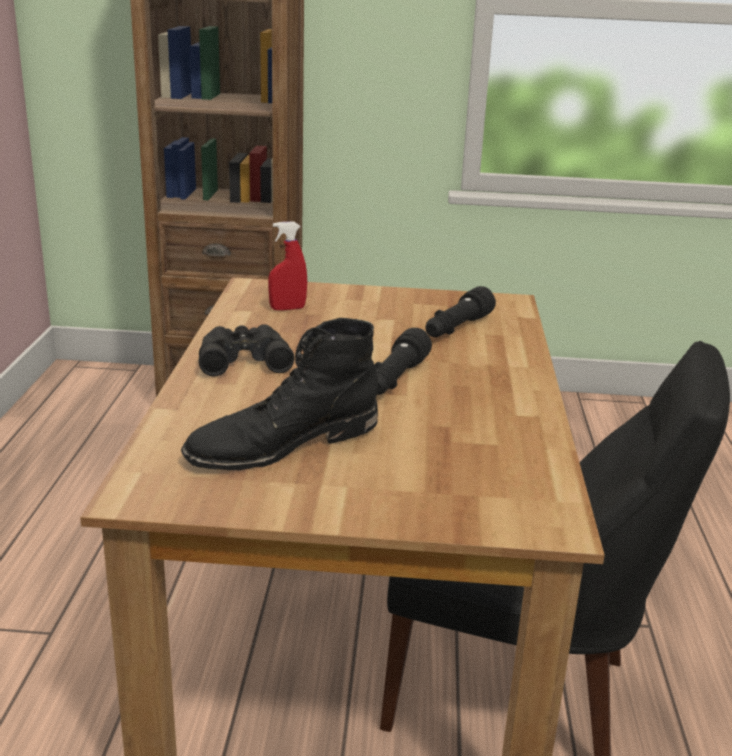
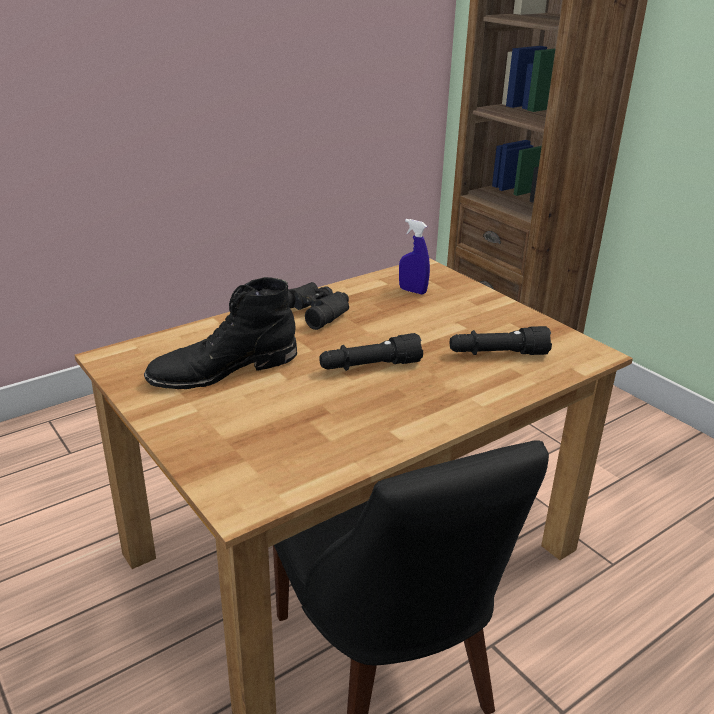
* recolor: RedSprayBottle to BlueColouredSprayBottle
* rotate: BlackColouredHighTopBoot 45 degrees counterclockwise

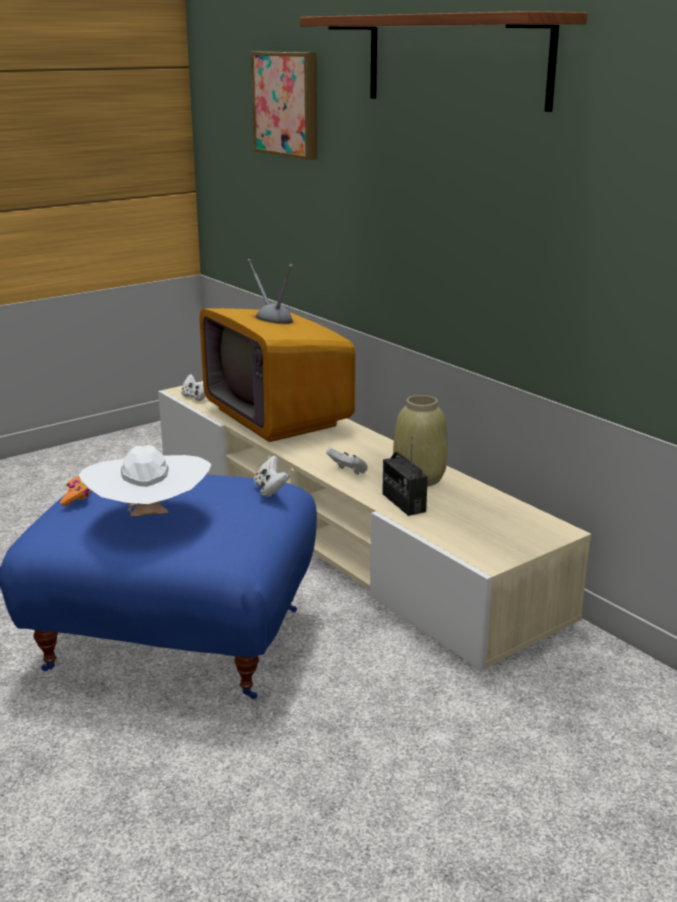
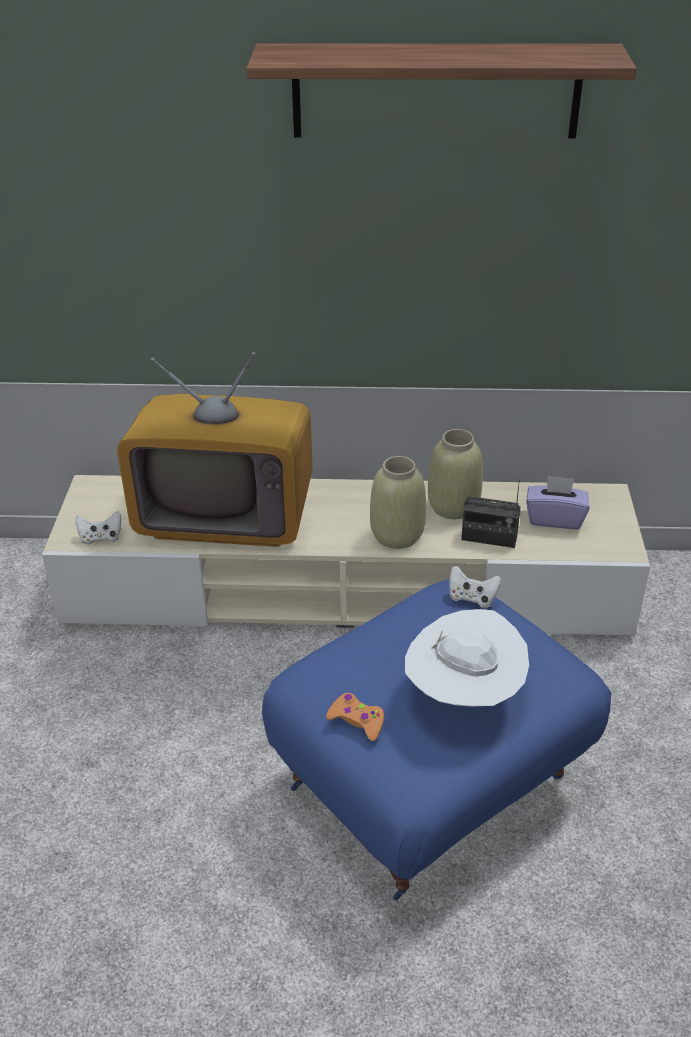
* delete: Picture
* insert: PurpleColouredTissueHolder
* replace: WhiteColouredGamepad (3rd from left) to BeigeDecorativeVase (1st from left)

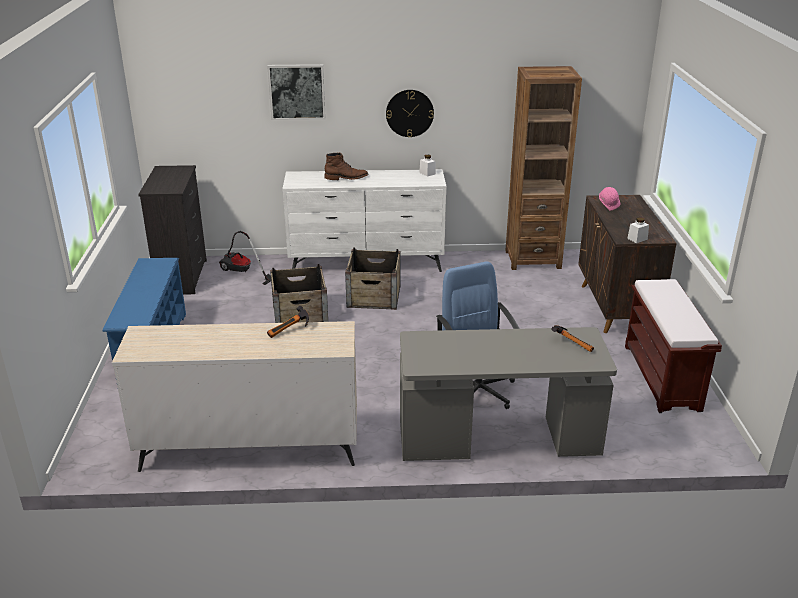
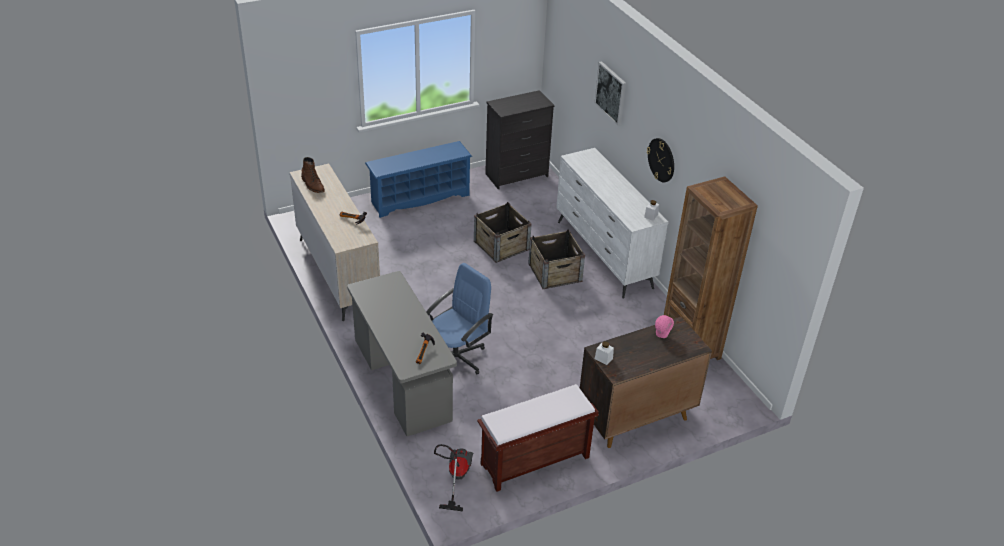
* move: Hoover
* move: BrownishHighTopBoot

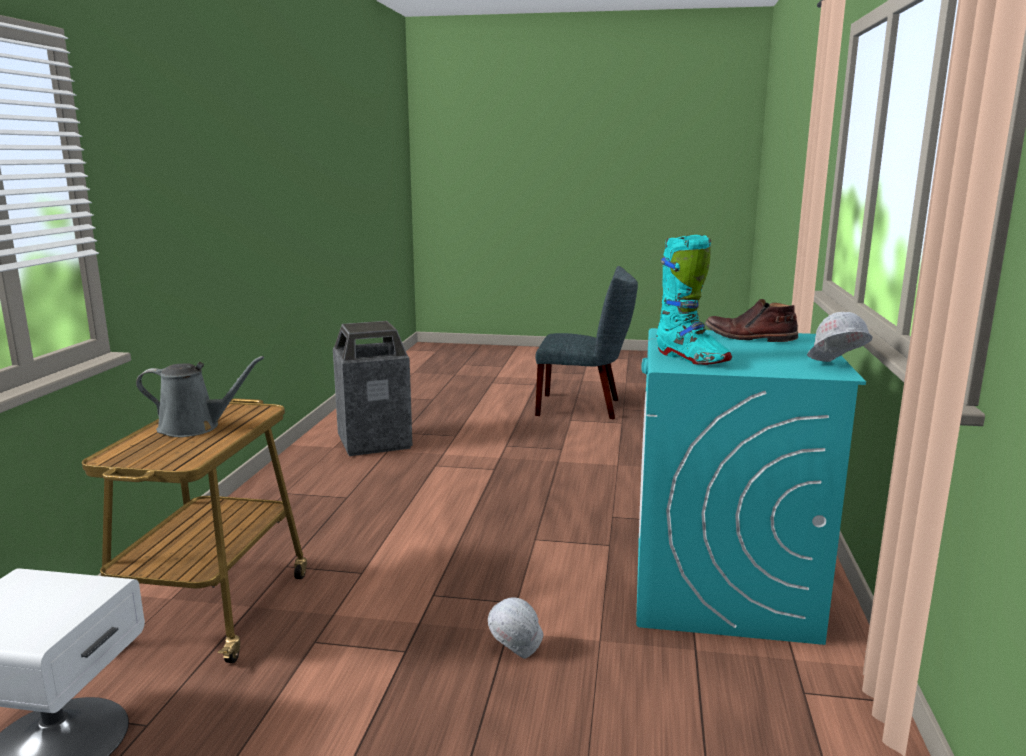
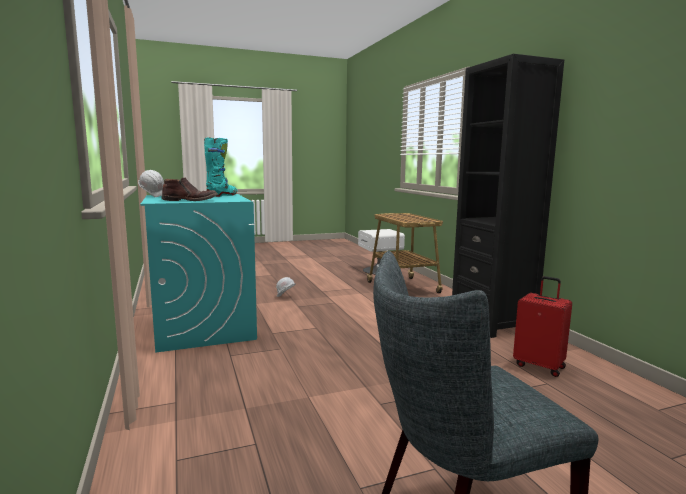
* delete: GreyWateringCan
* insert: BlackColouredBookcase
* replace: RubbishBin to RedSuitcase
* rotate: BlueGreenHighTopBoot 90 degrees clockwise

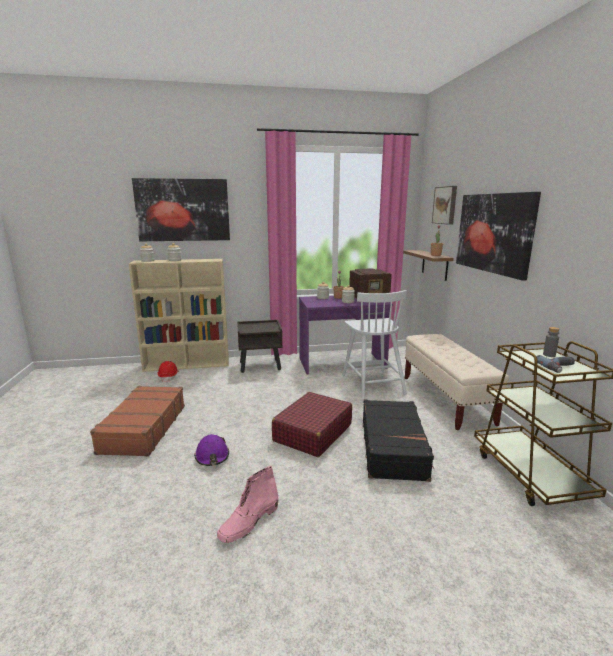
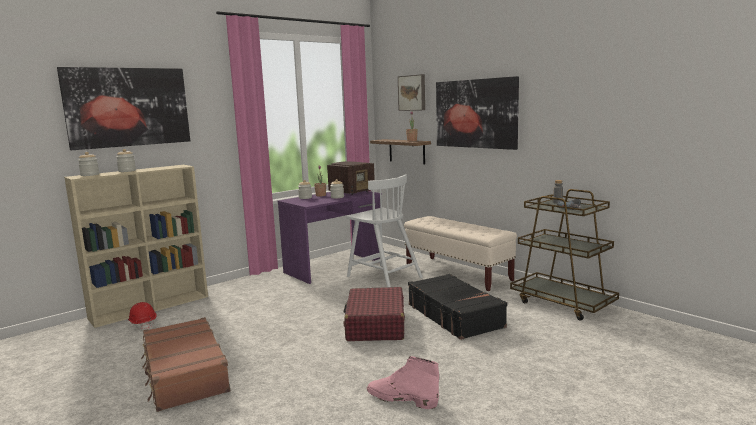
* delete: PurpleColouredWorkHelmet
* delete: BrownishBedsideTable
* rotate: PinkishHighTopBoot 105 degrees clockwise

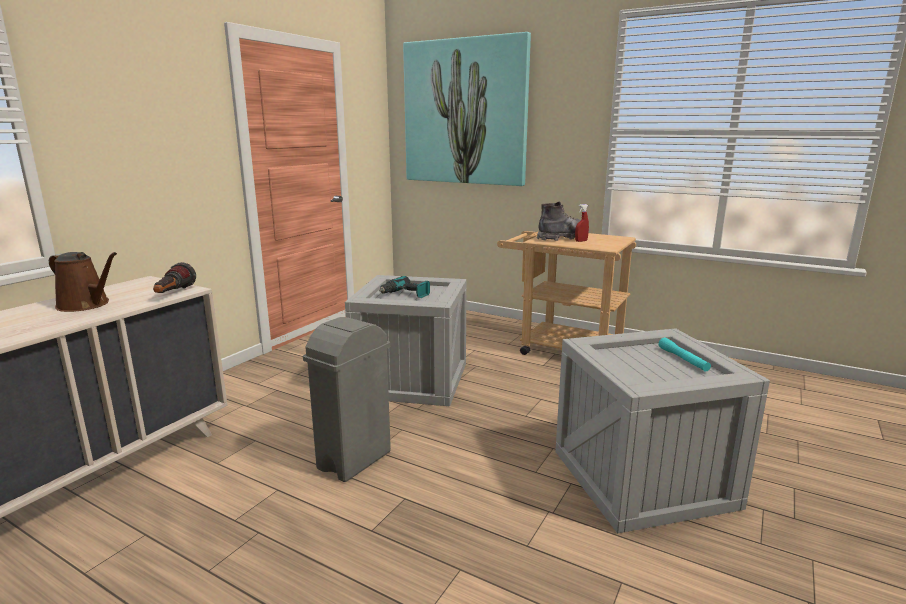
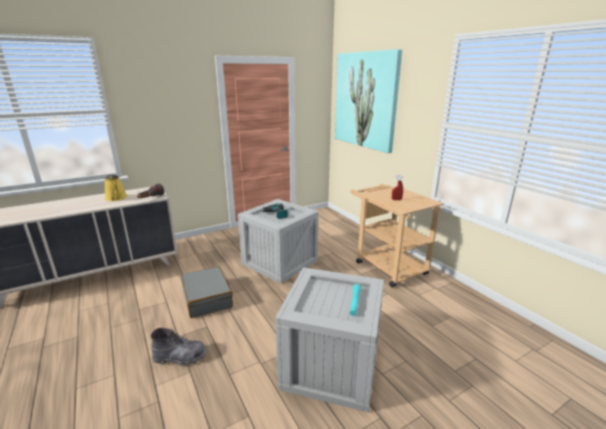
* move: GreyHighTopBoot
* replace: GreyRubbishBin to GreySuitcase
* recolor: BrownishWateringCan to YellowishWateringCan

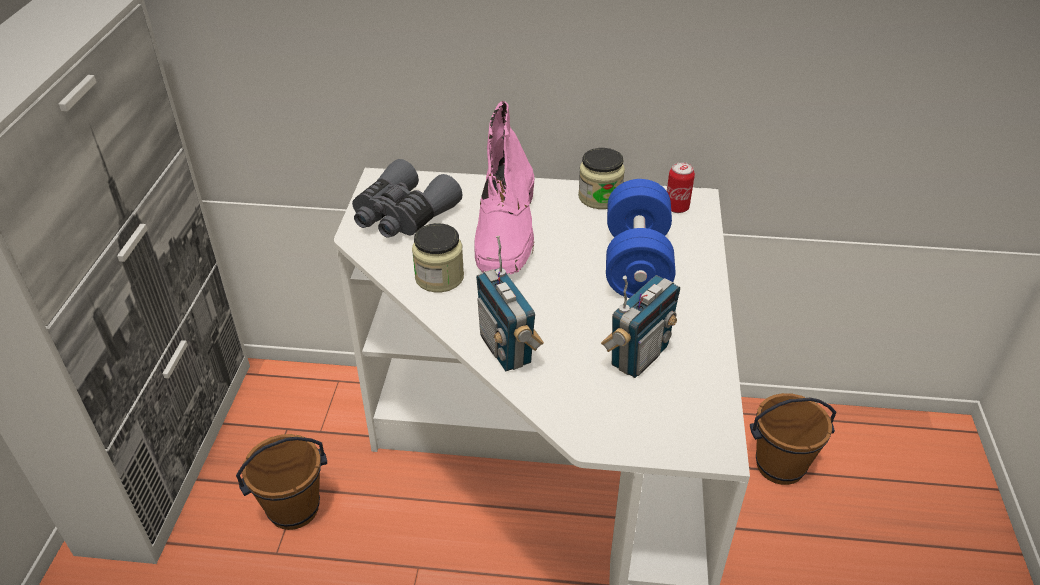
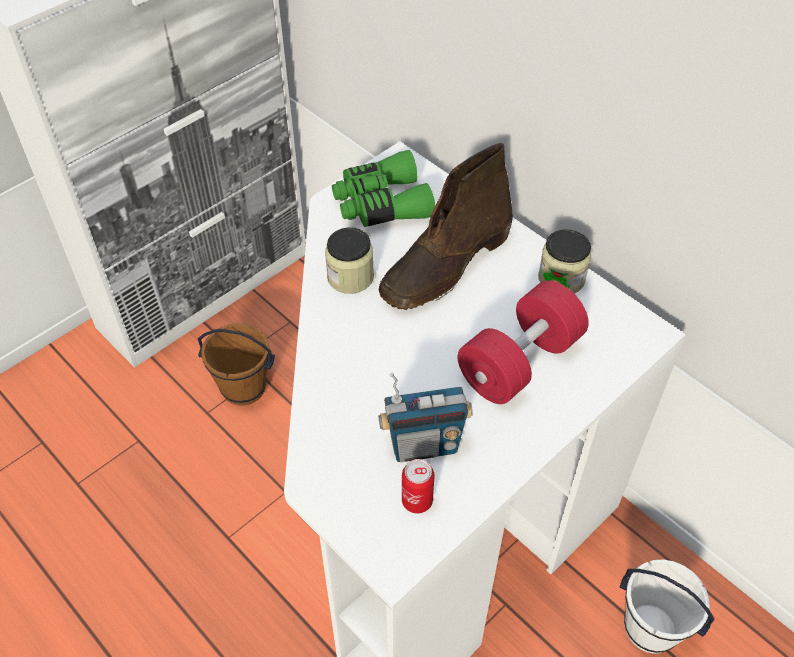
* delete: RadioSet (1st from left)
* move: MetalCan
* recolor: GreyFieldGlasses to GreenishFieldGlasses
* recolor: PinkishHighTopBoot to BrownishHighTopBoot
* recolor: BlueColouredFreeWeight to RedFreeWeight
* recolor: BrownishBucket (2nd from left) to WhiteColouredBucket

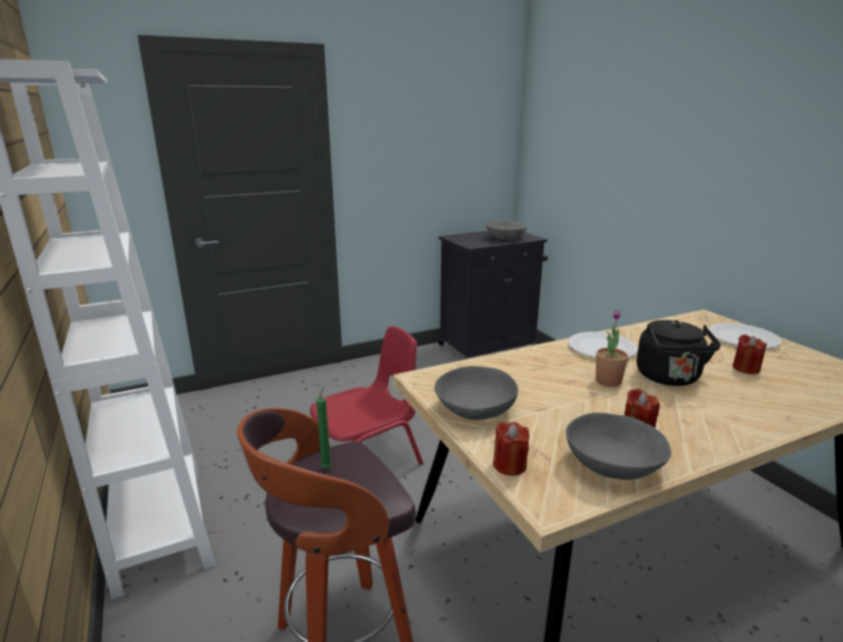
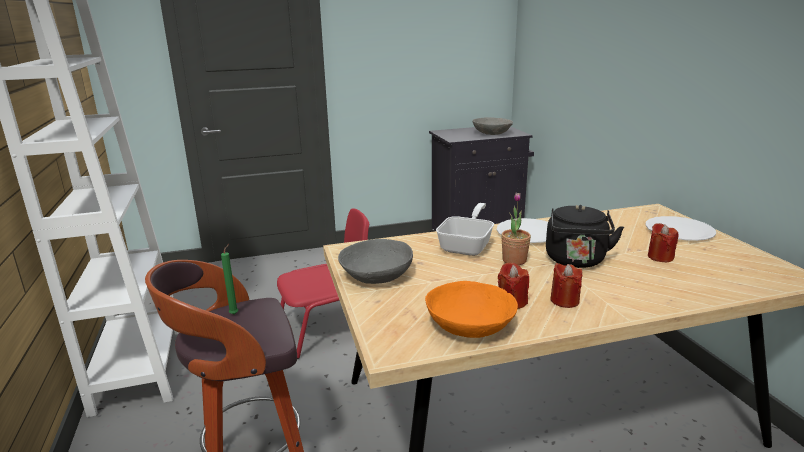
* insert: FryingPan
* move: RedWaxLight (1st from left in the first image) to RedWaxLight (2nd from left)
* recolor: GreyDeepDish (3rd from left) to OrangeyDeepDish

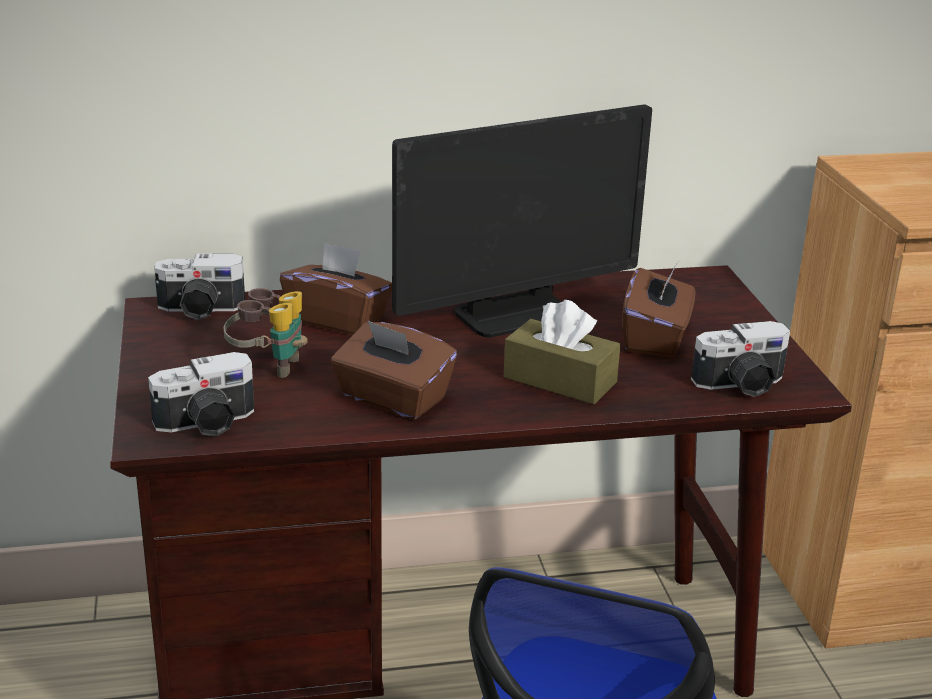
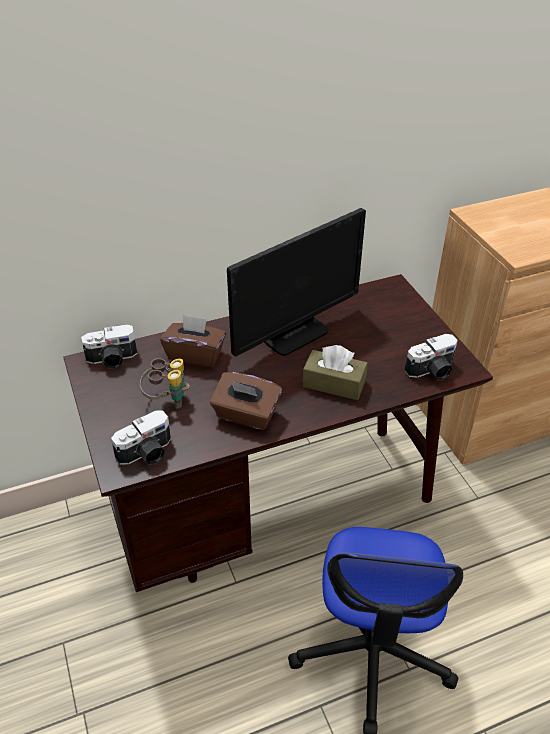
* delete: BrownishTissueHolder (4th from left)

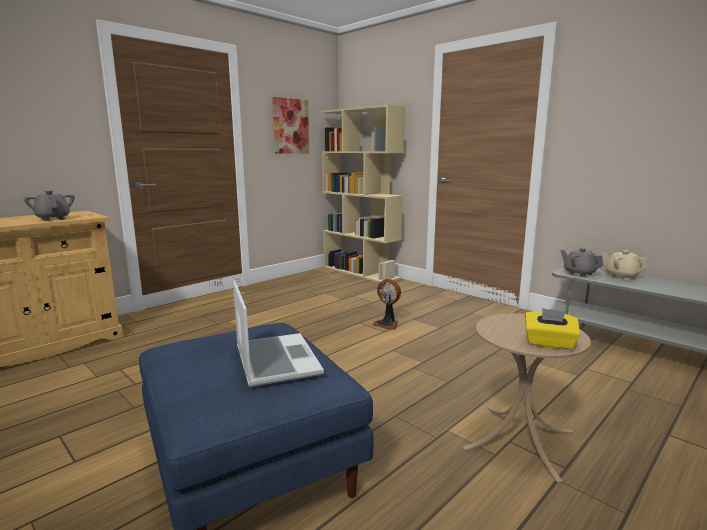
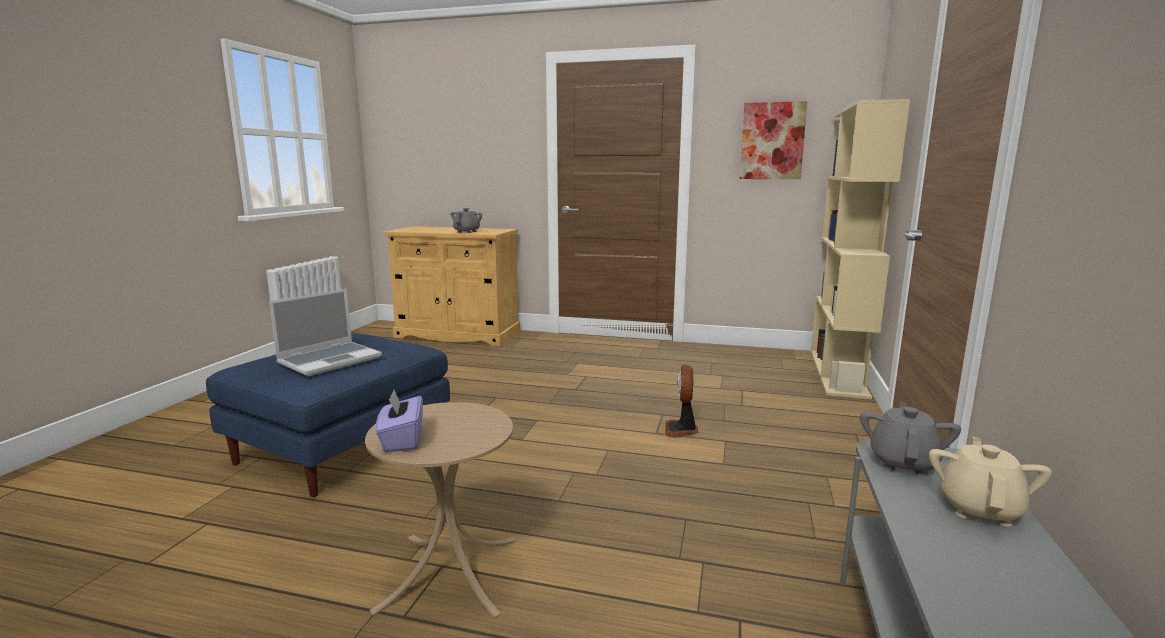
* recolor: YellowishTissueHolder to PurpleColouredTissueHolder

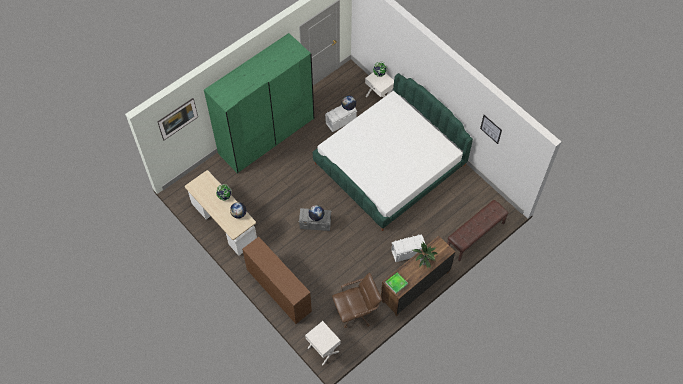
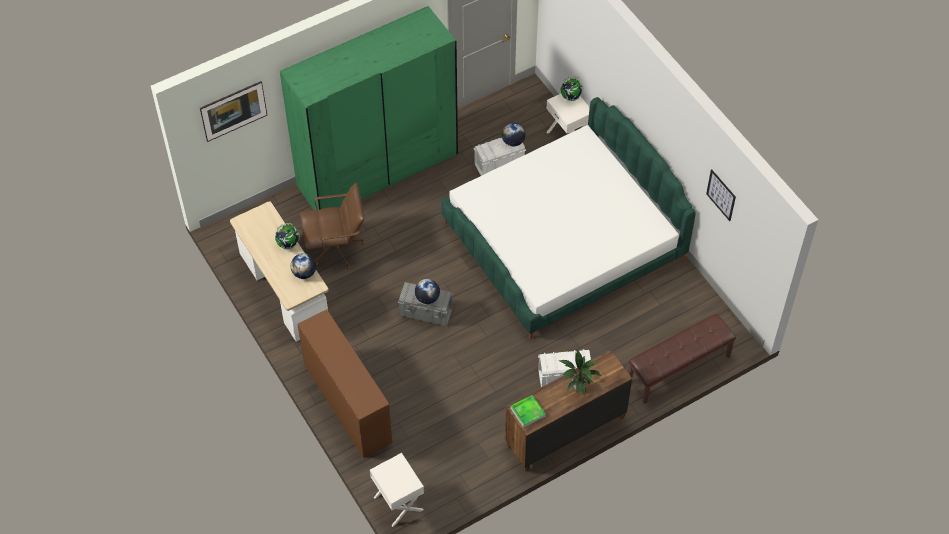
* move: BrownishOfficeChair

